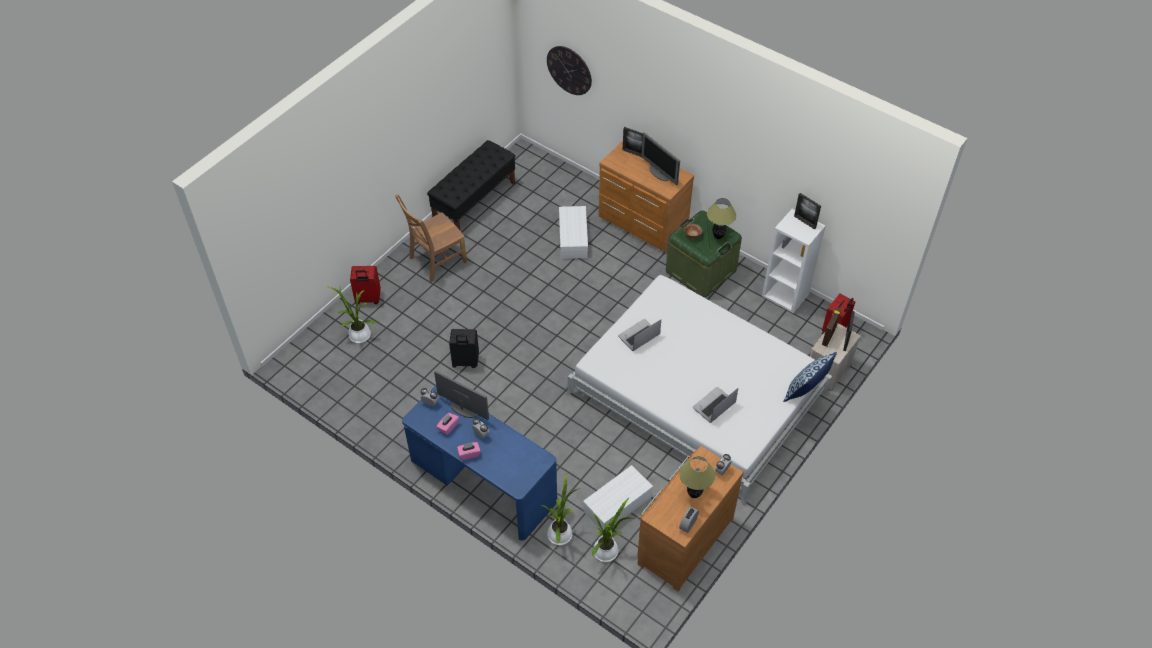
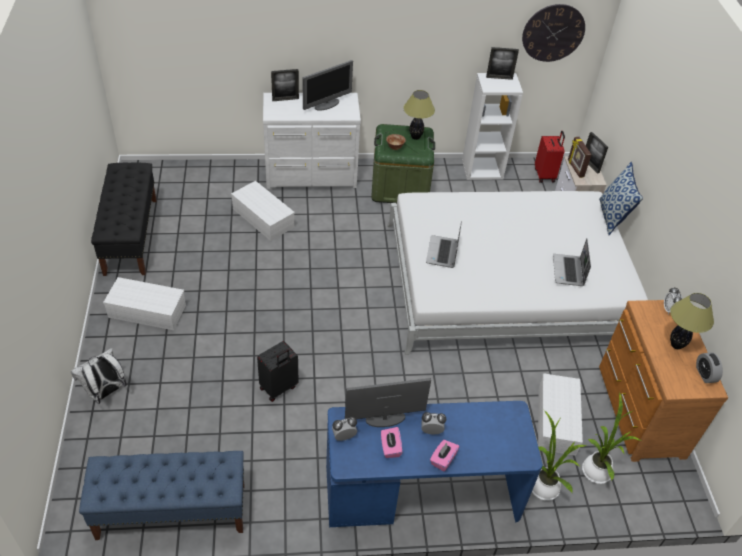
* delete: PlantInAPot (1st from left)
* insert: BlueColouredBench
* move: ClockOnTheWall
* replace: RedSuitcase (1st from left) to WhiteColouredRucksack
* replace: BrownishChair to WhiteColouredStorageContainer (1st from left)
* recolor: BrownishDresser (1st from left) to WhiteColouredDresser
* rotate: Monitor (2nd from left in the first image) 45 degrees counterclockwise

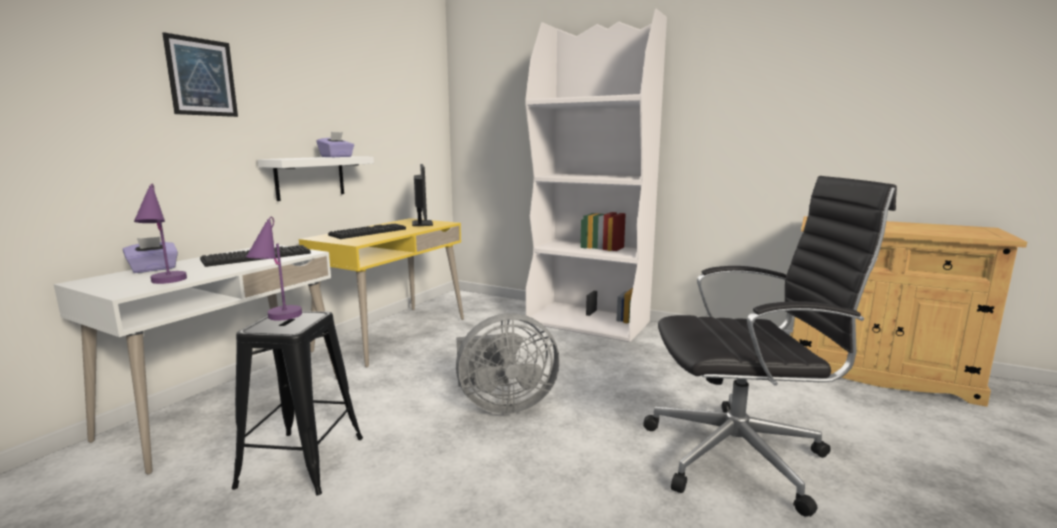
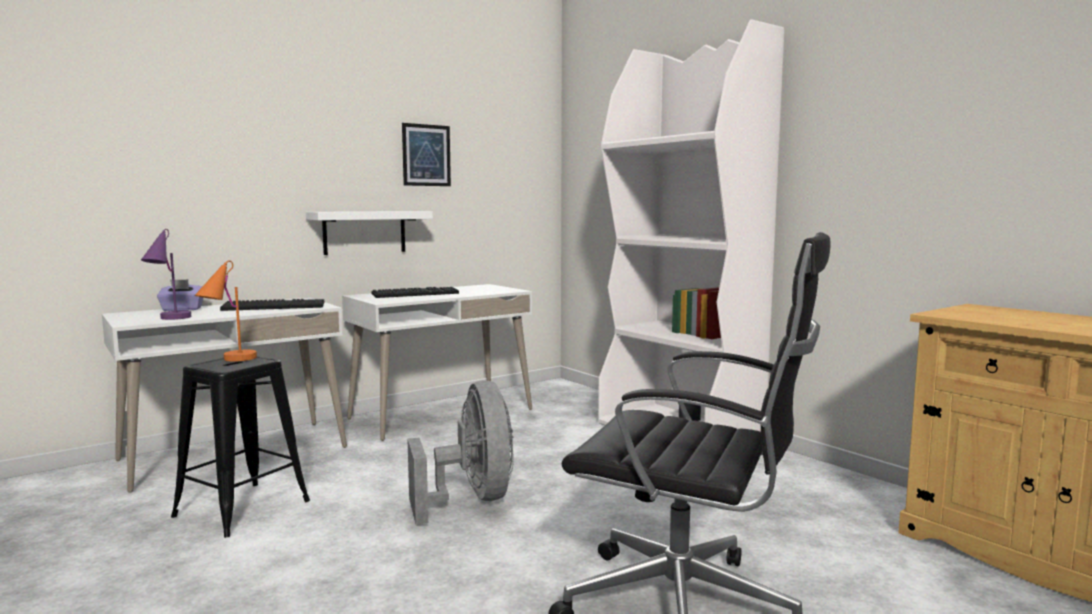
* delete: PurpleColouredTissueHolder (2nd from left)
* delete: Monitor
* move: Picture
* recolor: PurpleColouredTabletopLamp (2nd from left) to OrangeyTabletopLamp
* recolor: YellowishDeskTable to WhiteColouredDeskTable (2nd from left)
* rotate: GreyCoolingFan 120 degrees counterclockwise

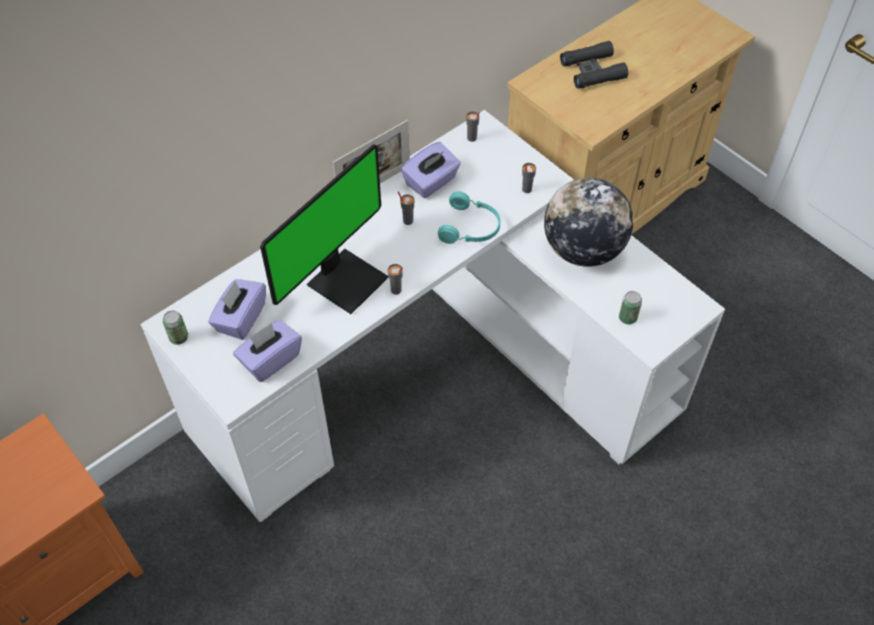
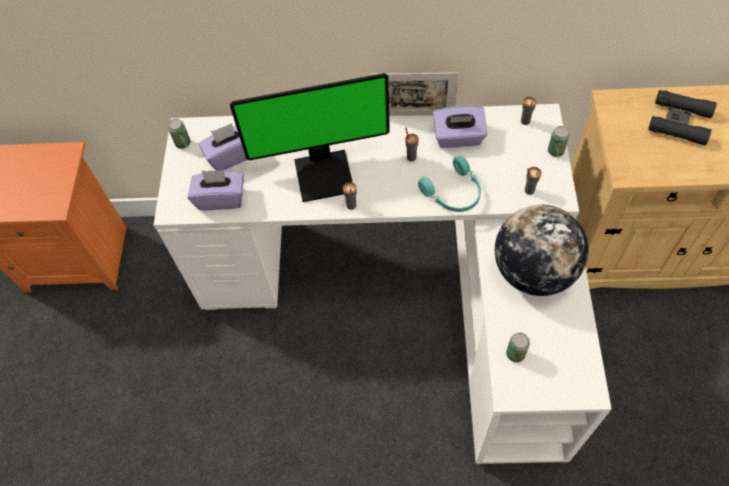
* insert: MetalCan (3rd from left)

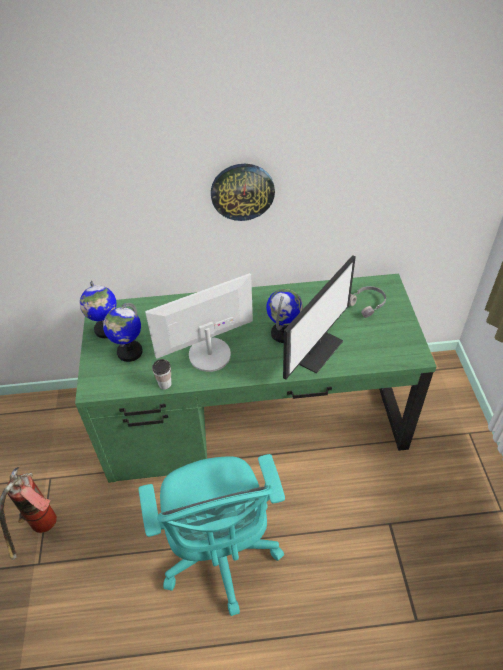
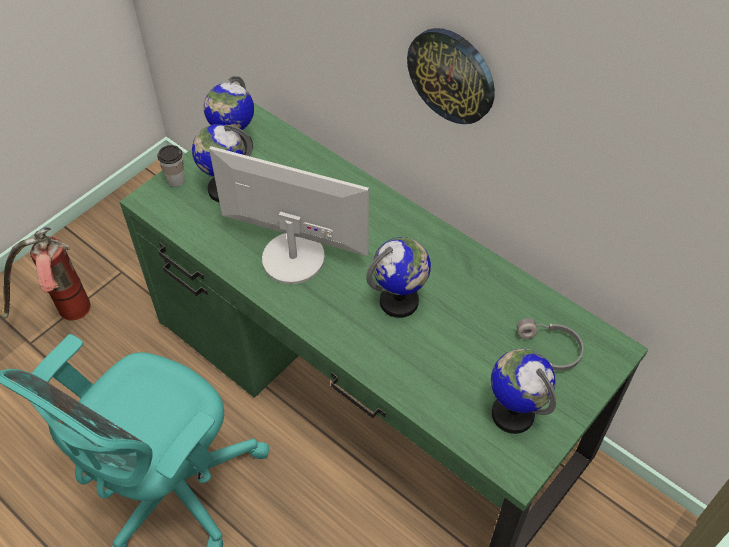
* delete: Monitor (2nd from left)
* insert: WorldGlobe (4th from left)
* move: SmallCup

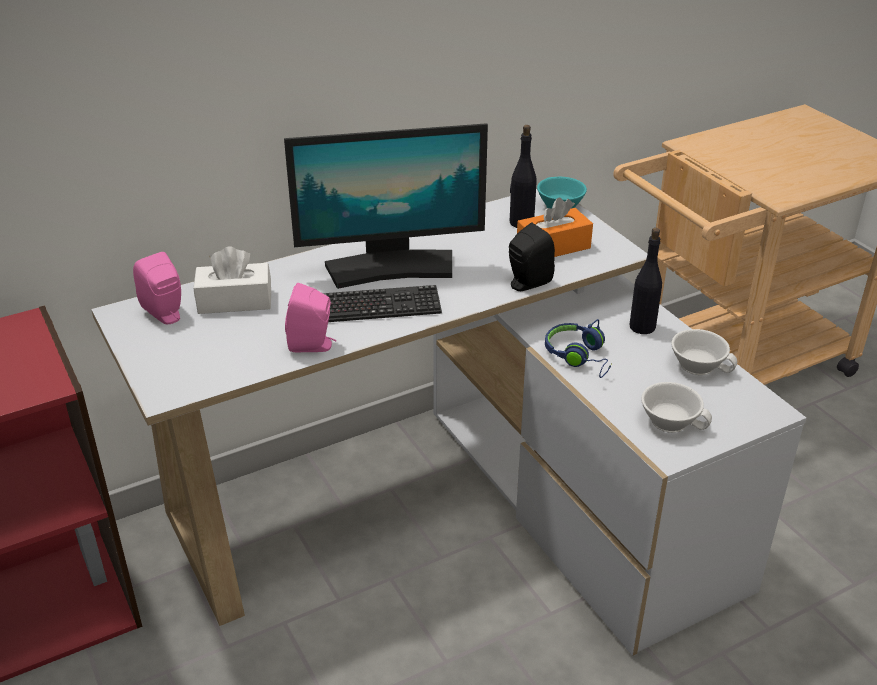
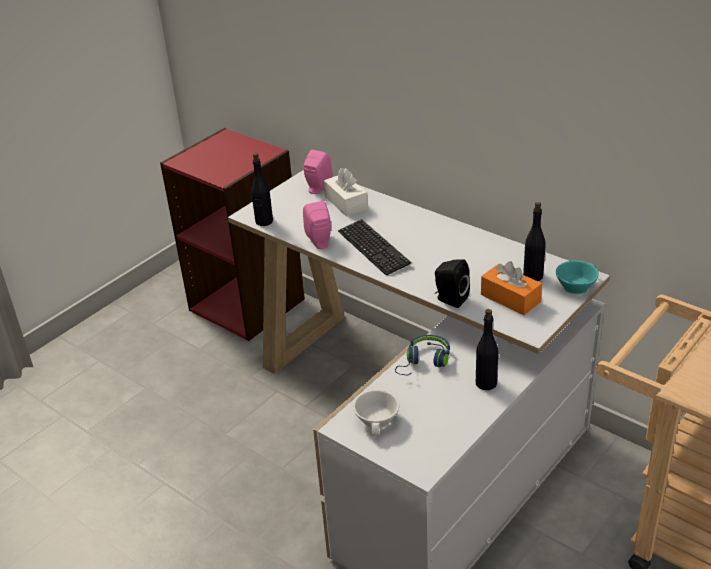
* delete: Monitor
* delete: WhiteColouredSmallCup (2nd from left)
* insert: BlackColouredDrinkBottle (1st from left)

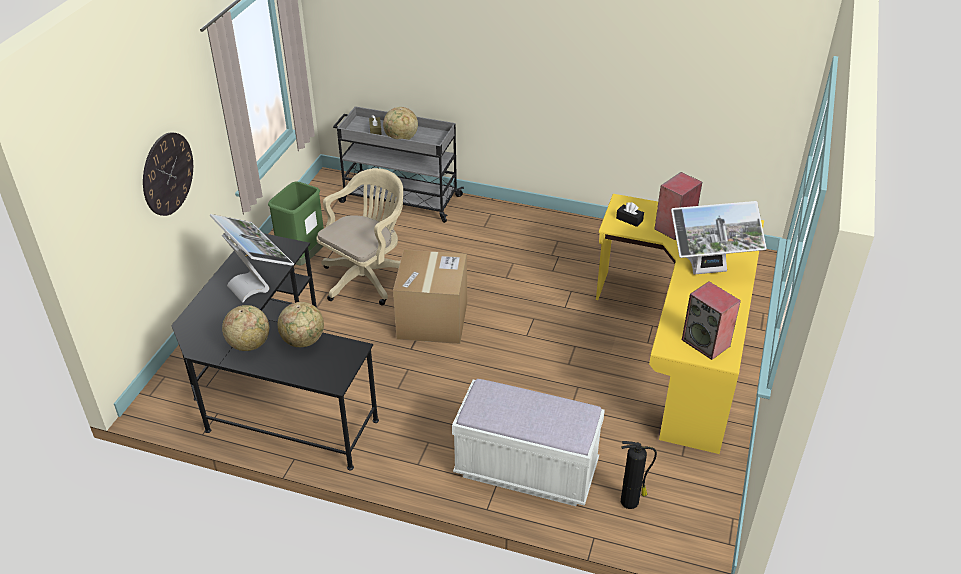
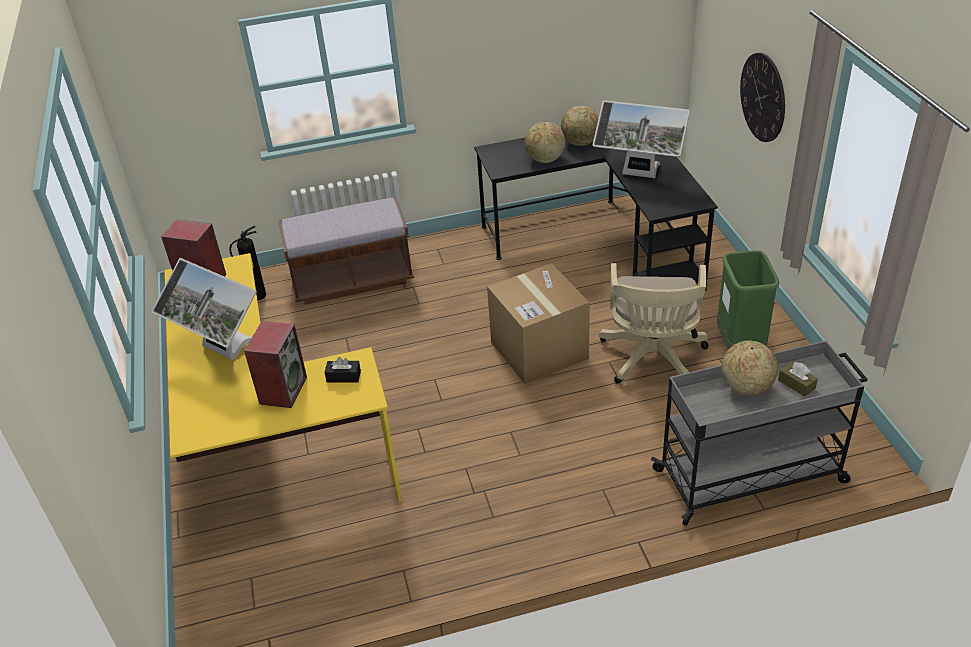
* recolor: WhiteColouredBench to BrownishBench
* rotate: Monitor (2nd from left in the first image) 105 degrees counterclockwise

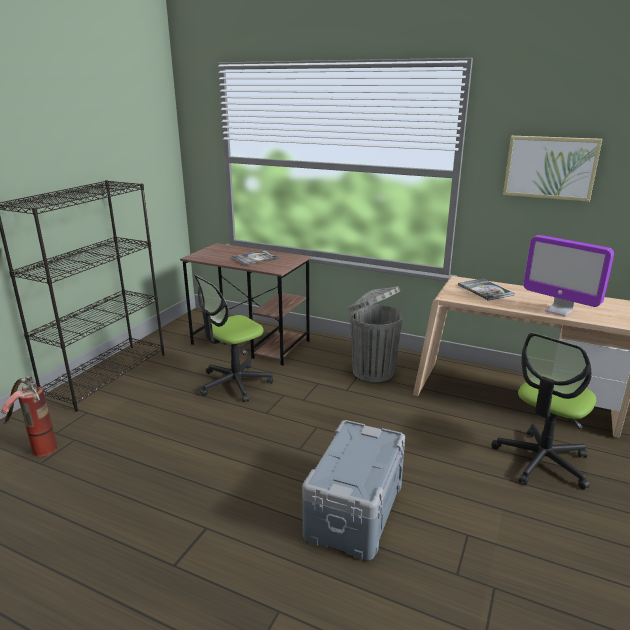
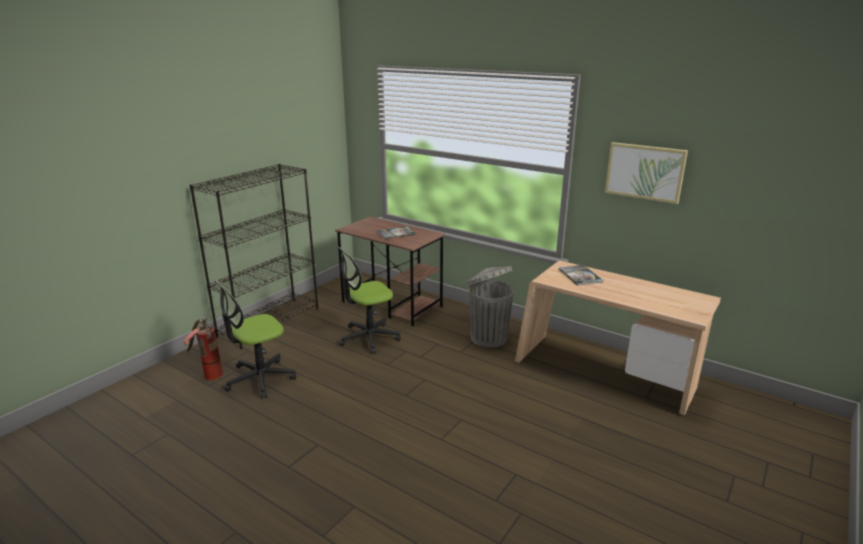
* delete: GreyStorageContainer
* delete: Monitor
* move: OfficeChair (2nd from left in the first image) to OfficeChair (1st from left)

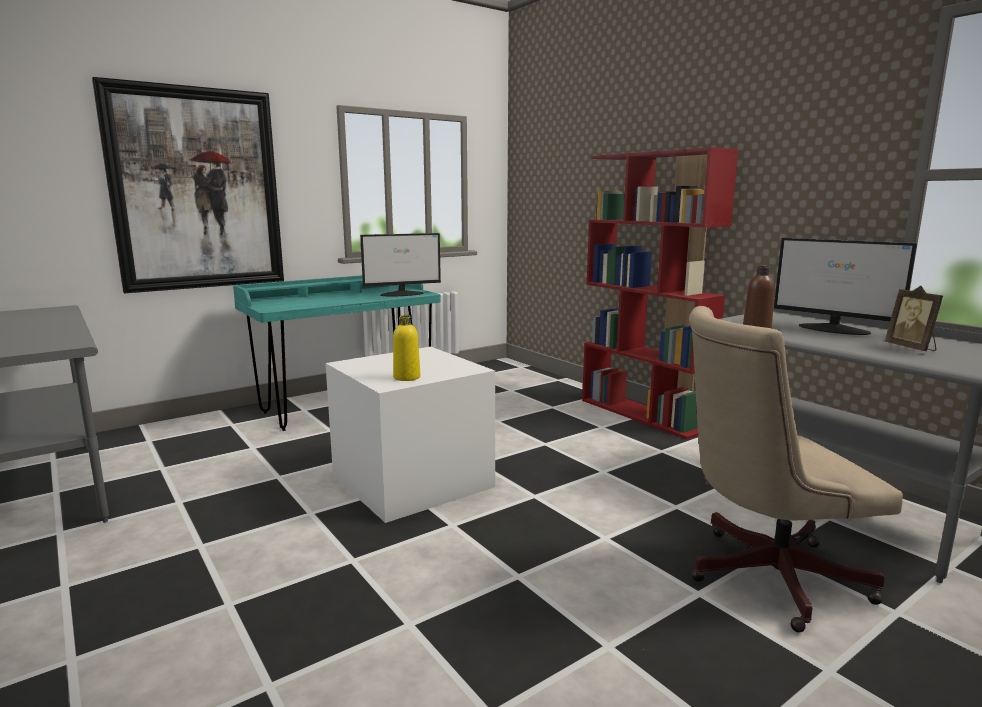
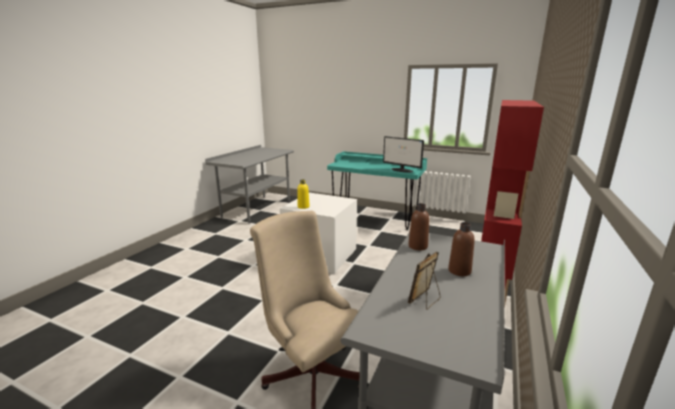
* delete: Picture
* replace: Monitor (2nd from left) to BrownishDrinkBottle (2nd from left)

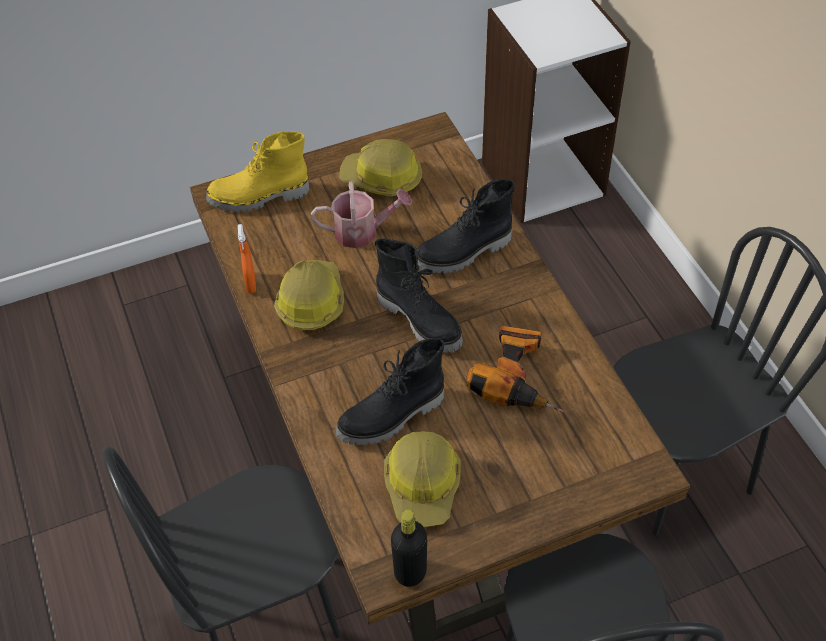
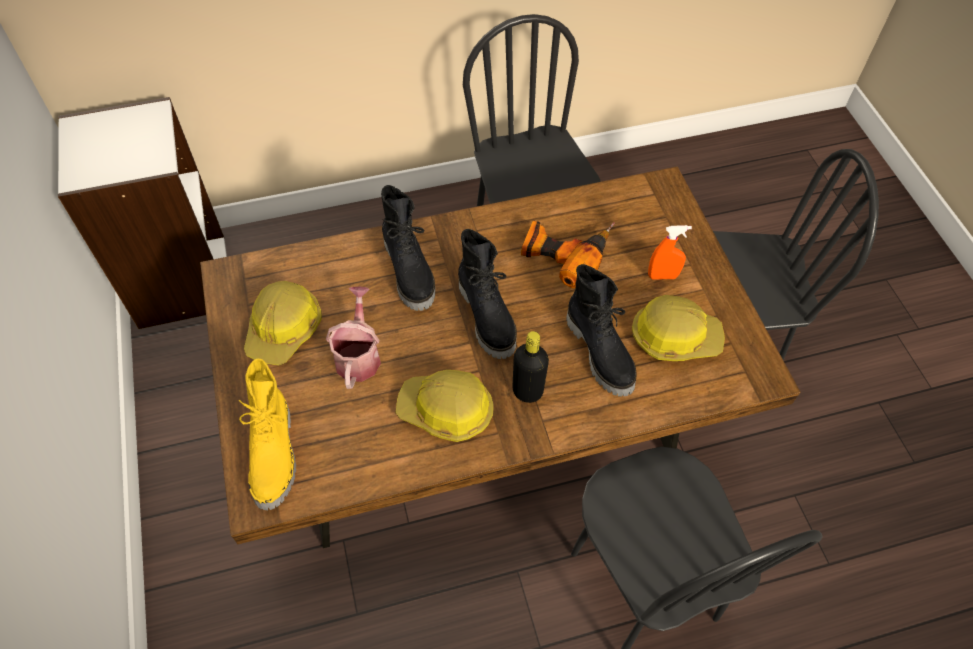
* move: OrangeySprayBottle
* move: BlackColouredDrinkBottle
* rotate: BlackColouredHighTopBoot (2nd from left) 105 degrees clockwise

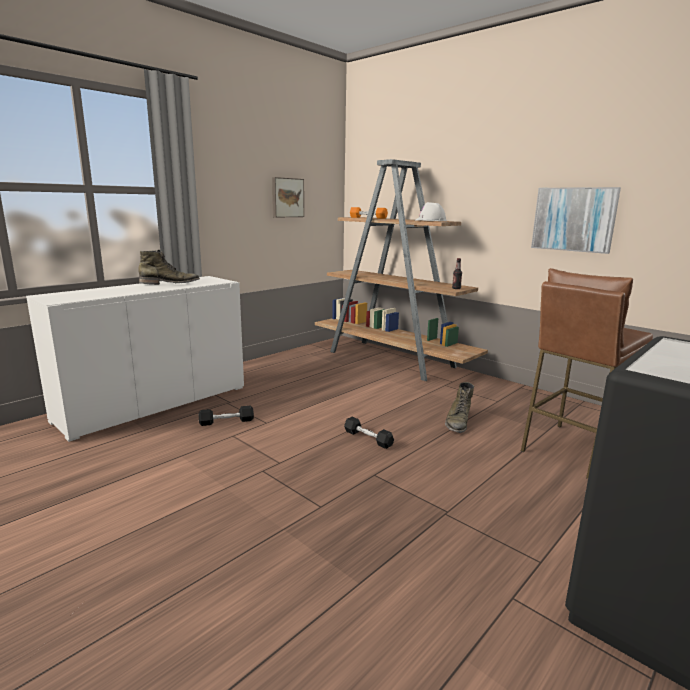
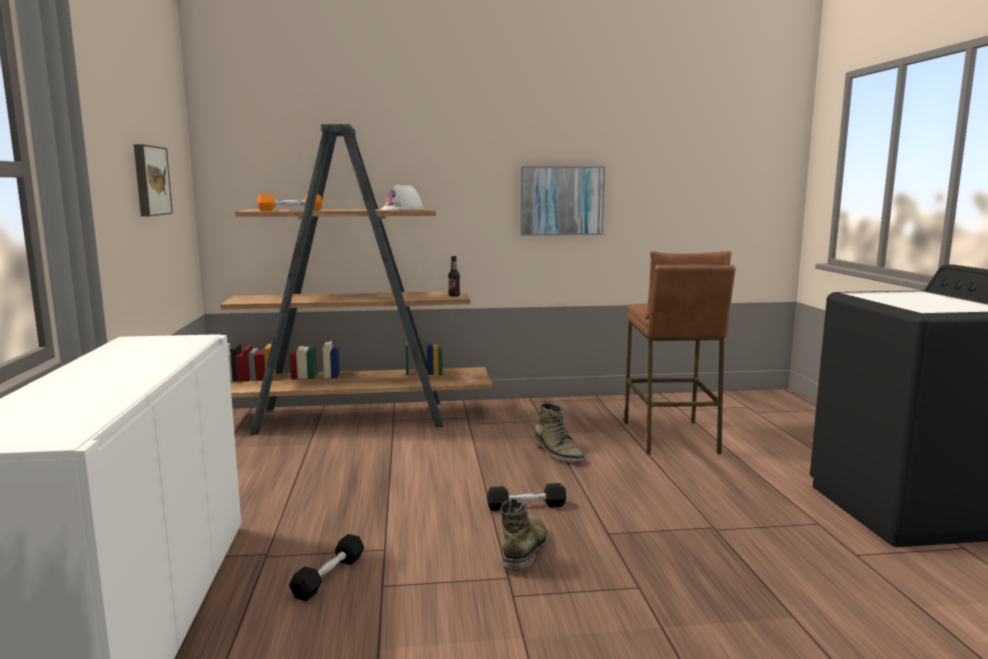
* move: GreenishHighTopBoot (1st from left)

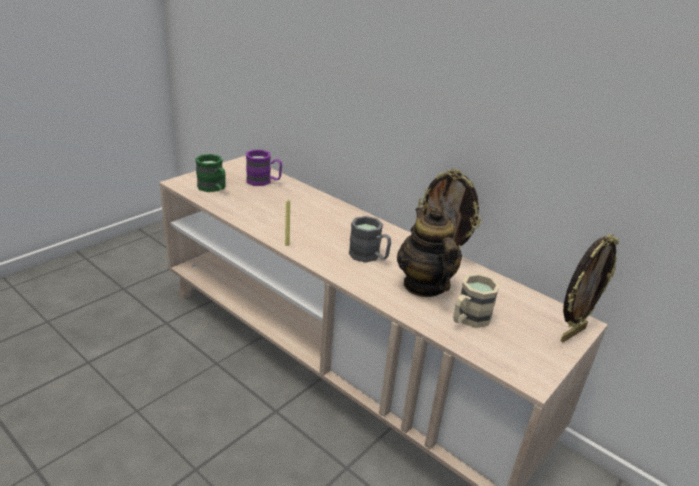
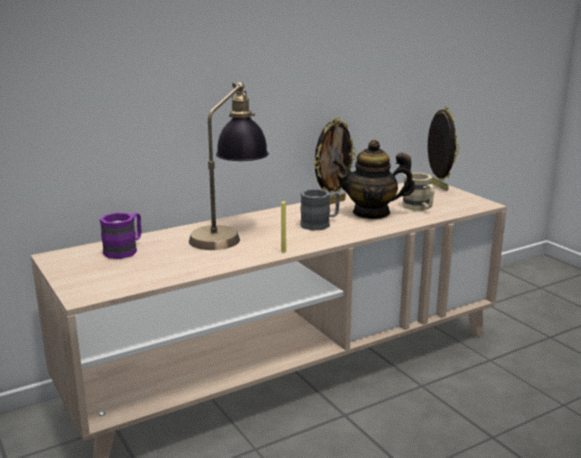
* delete: GreenishCoffeeMug
* insert: TabletopLamp

